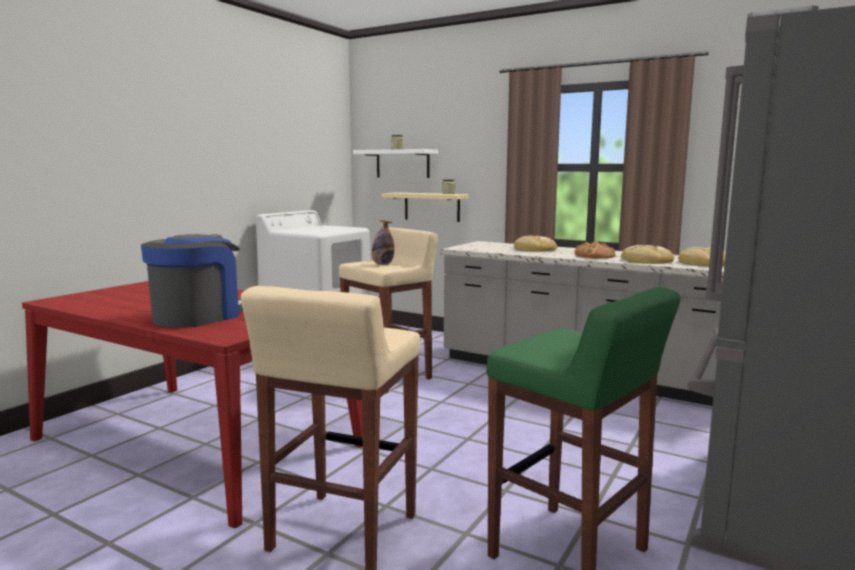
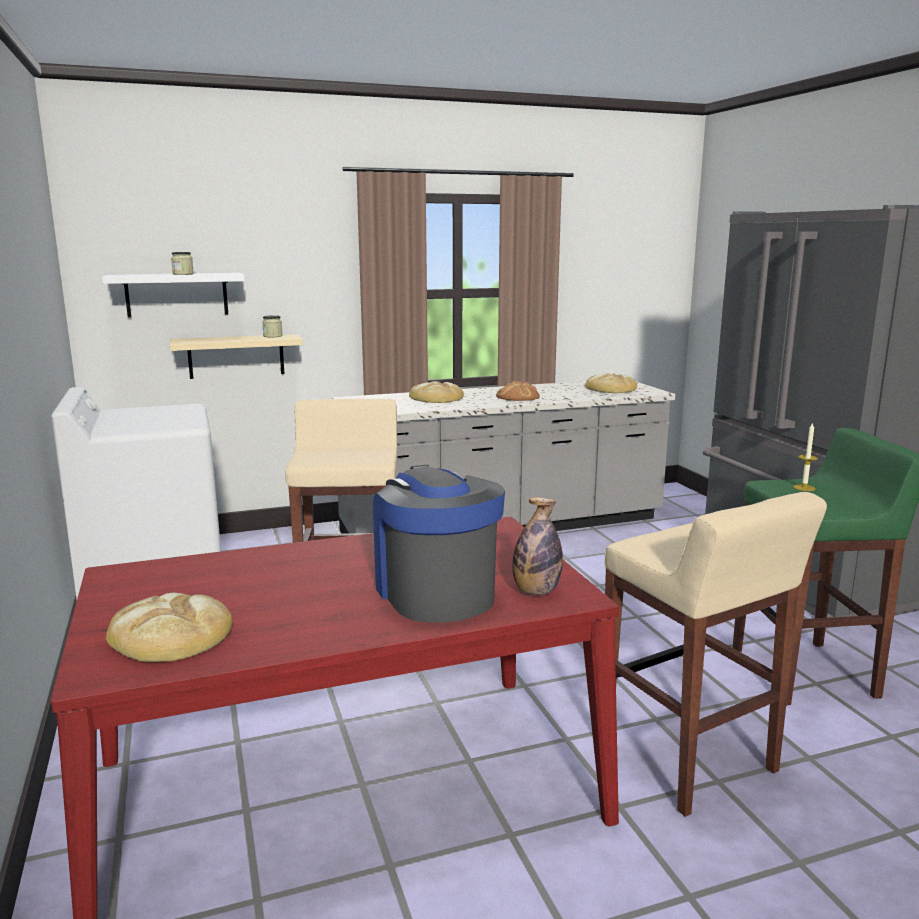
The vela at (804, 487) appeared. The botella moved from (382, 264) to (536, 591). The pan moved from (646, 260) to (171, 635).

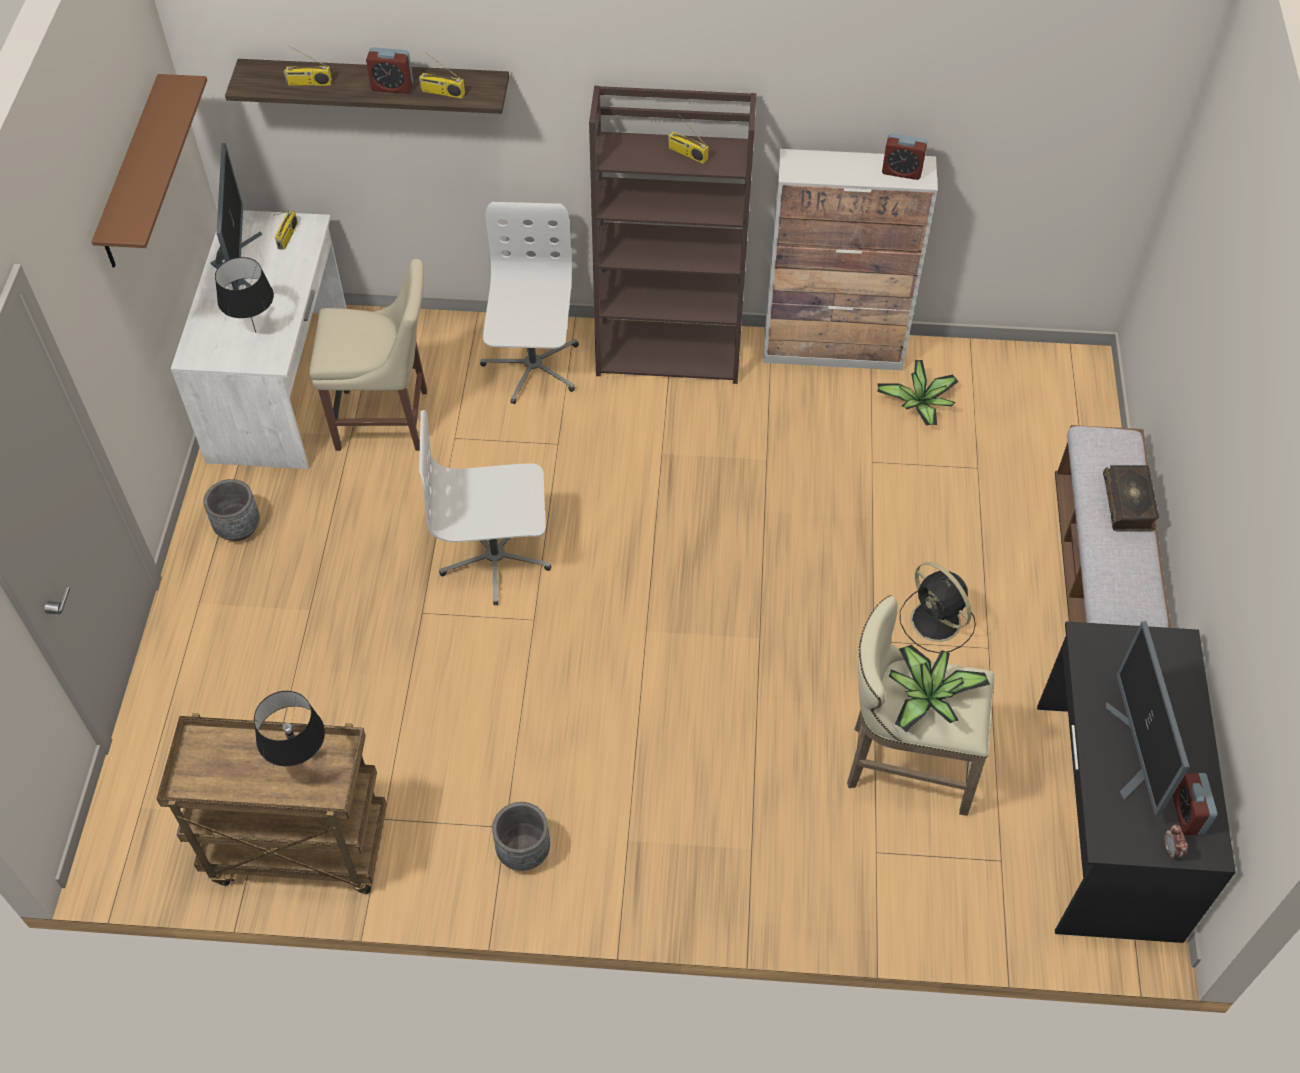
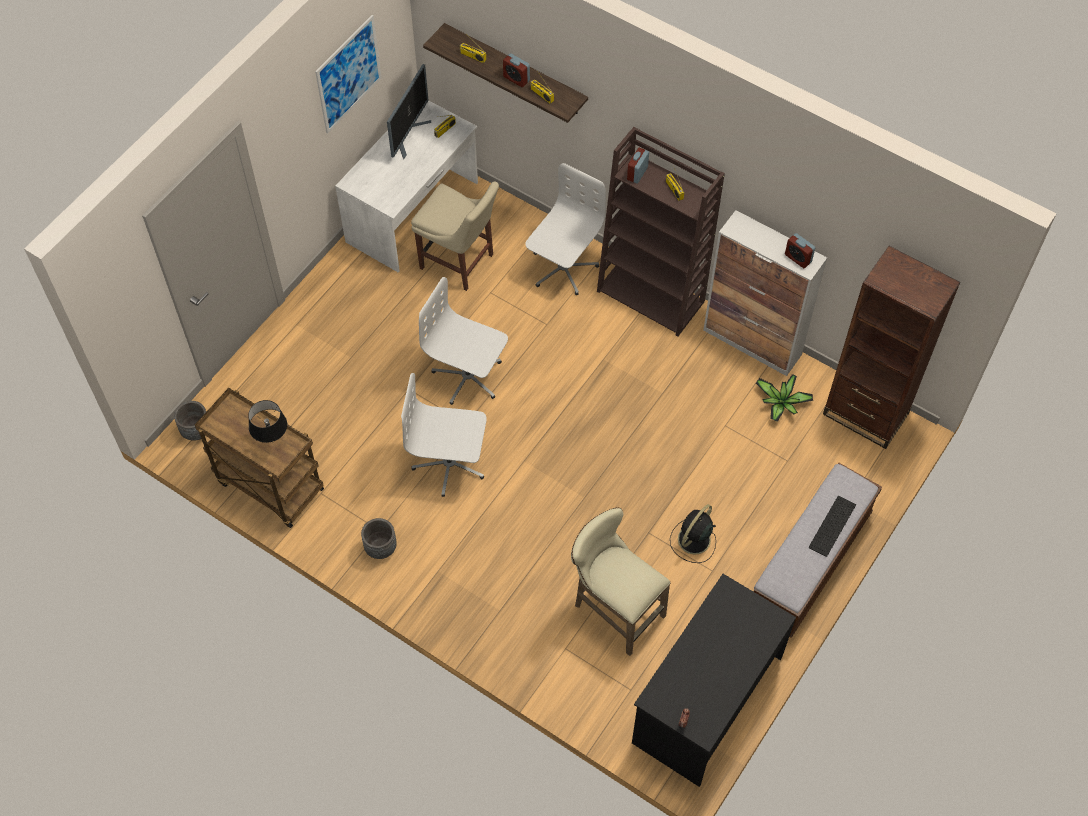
The lámpara de mesa [negro] at (255, 332) disappeared. The planta en maceta at (928, 697) disappeared. The monitor at (1137, 753) disappeared. The silla de oficina [blanco] at (449, 464) appeared. The estantería [marrón] at (865, 414) appeared. The maceta [gris] moved from (238, 527) to (196, 430). The despertador moved from (1187, 814) to (637, 173). The estante [marrón] at (133, 174) was replaced by the cuadro at (348, 74). The libro at (1129, 504) was replaced by the teclado at (833, 527). The ventilador [negro] at (937, 622) turned 45 degrees clockwise.

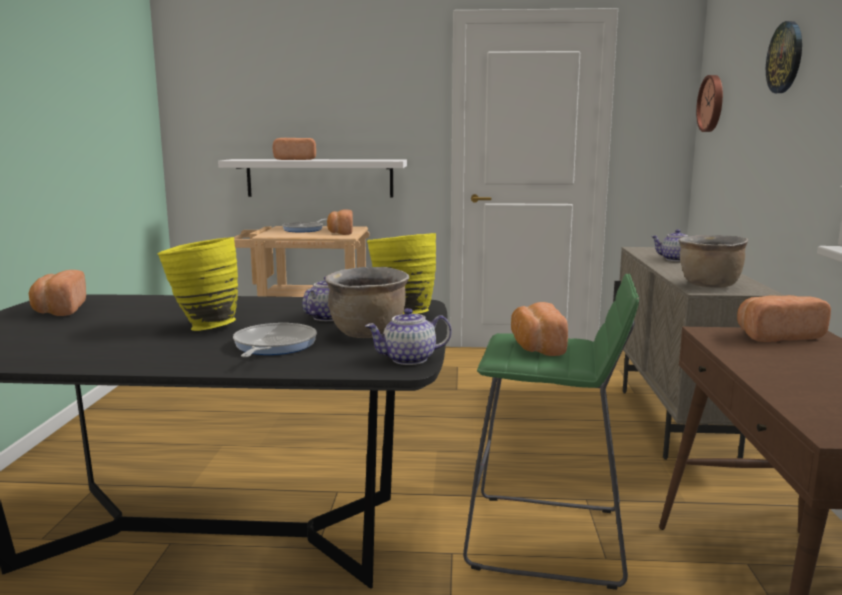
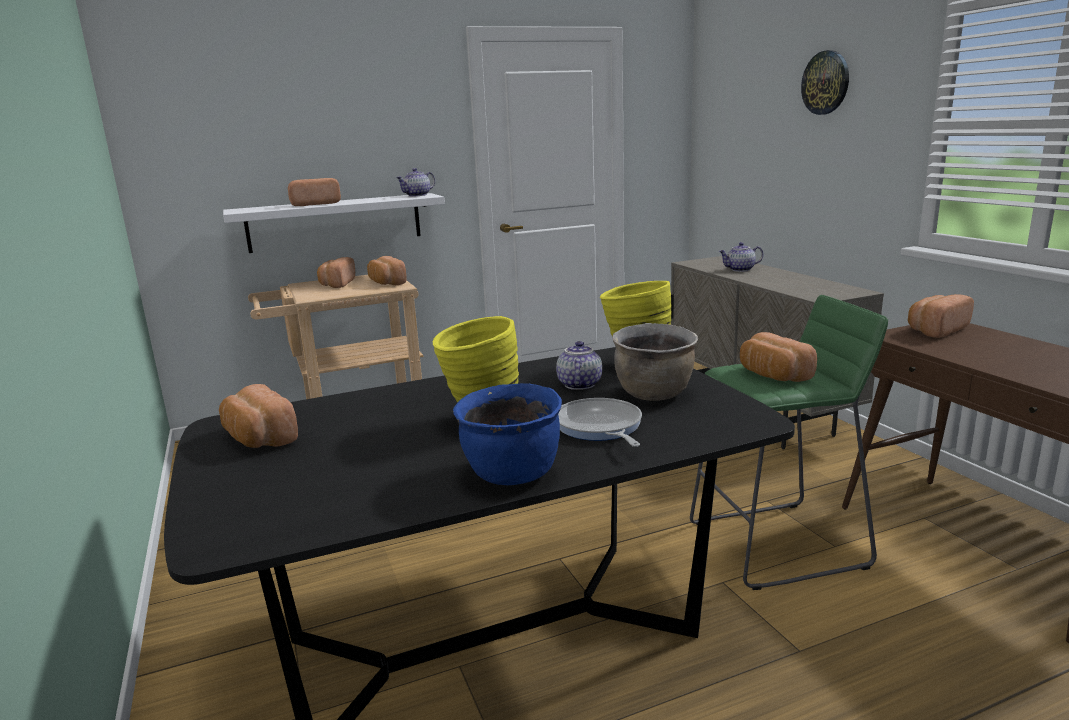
The olla [marrón] at (709, 285) disappeared. The reloj de pared at (712, 103) disappeared. The olla [azul] at (512, 474) appeared. The tetera moved from (408, 359) to (417, 195). The sartén at (305, 229) was replaced by the pan at (336, 284).

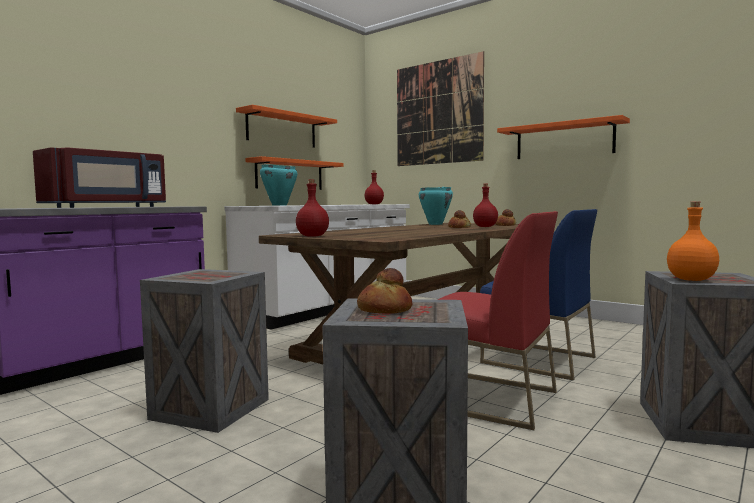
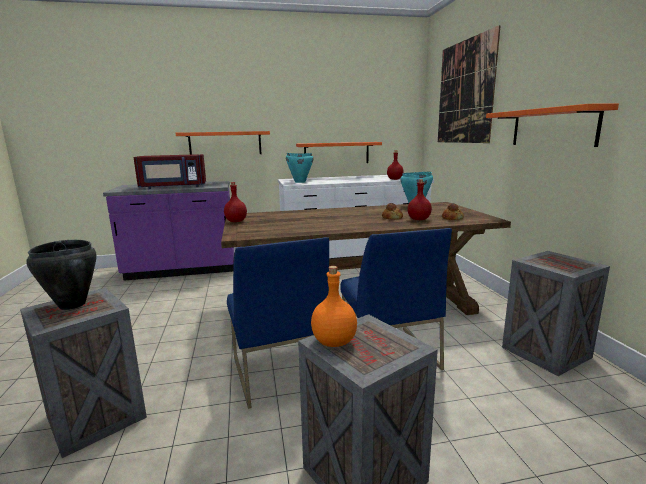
The caja de embalaje moved from (210, 408) to (545, 351). The estante [naranja] moved from (282, 129) to (225, 143). The pan at (383, 310) was replaced by the olla [negro] at (72, 305). The silla [rojo] at (487, 399) became the silla [azul] at (279, 371).

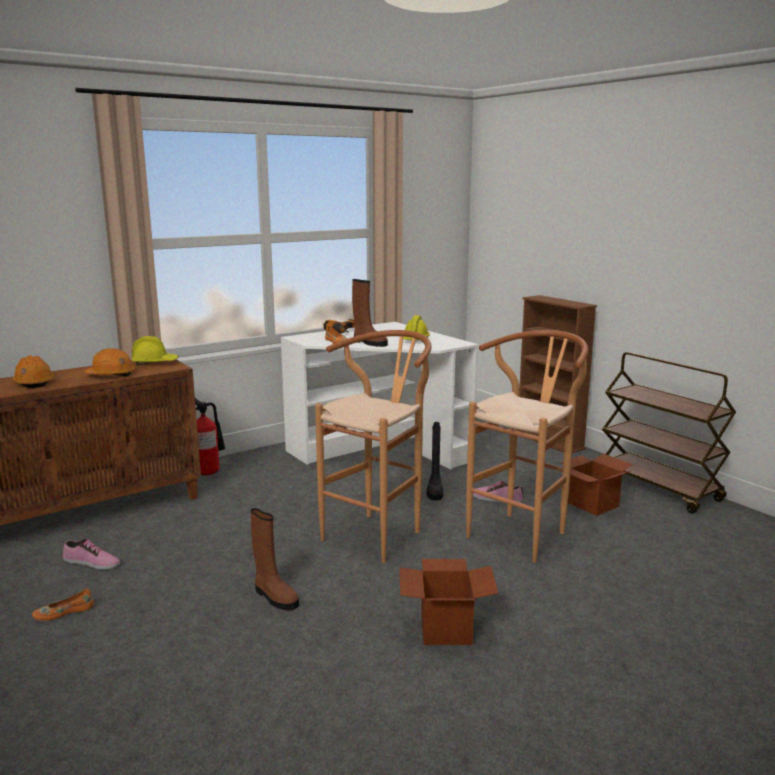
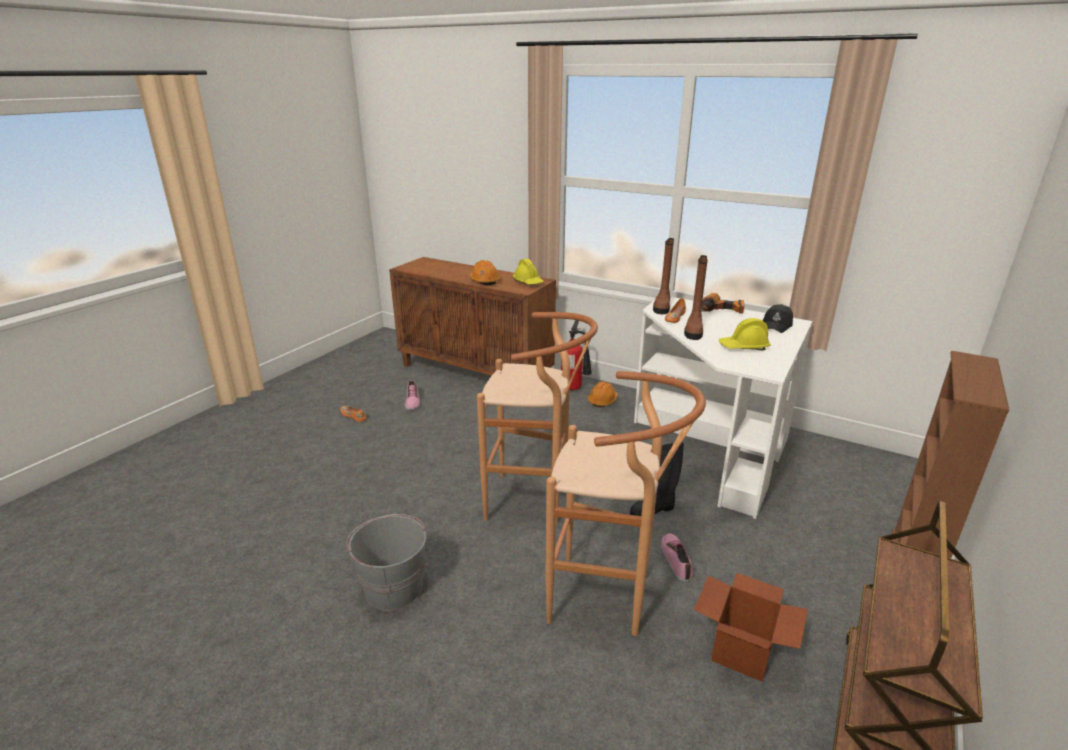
The gorra [negro] at (777, 325) appeared. The casco [naranja] moved from (34, 383) to (602, 401). The bota [marrón] moved from (274, 597) to (662, 306). The caja de cartón at (446, 629) was replaced by the cubo [gris] at (393, 587).

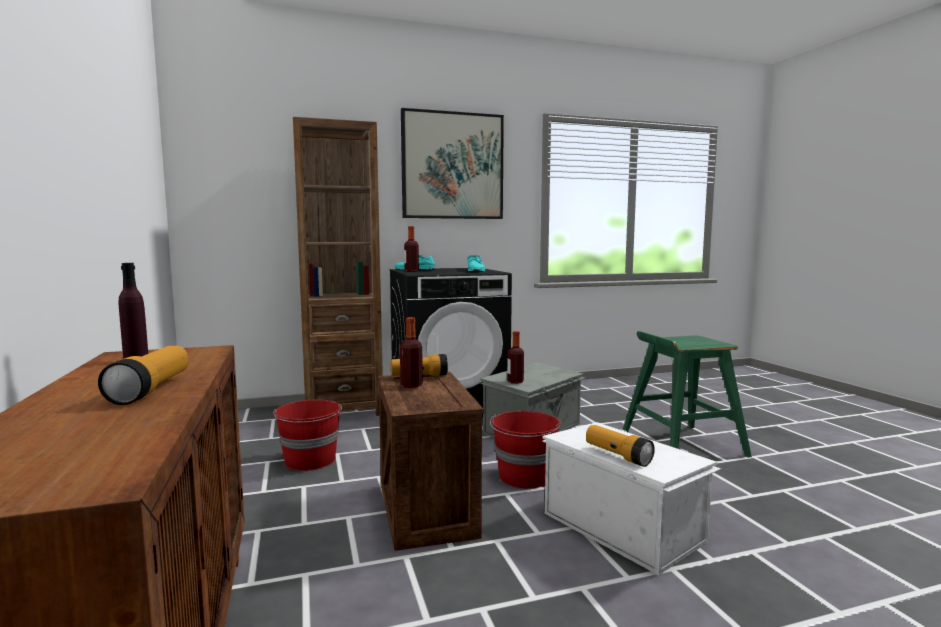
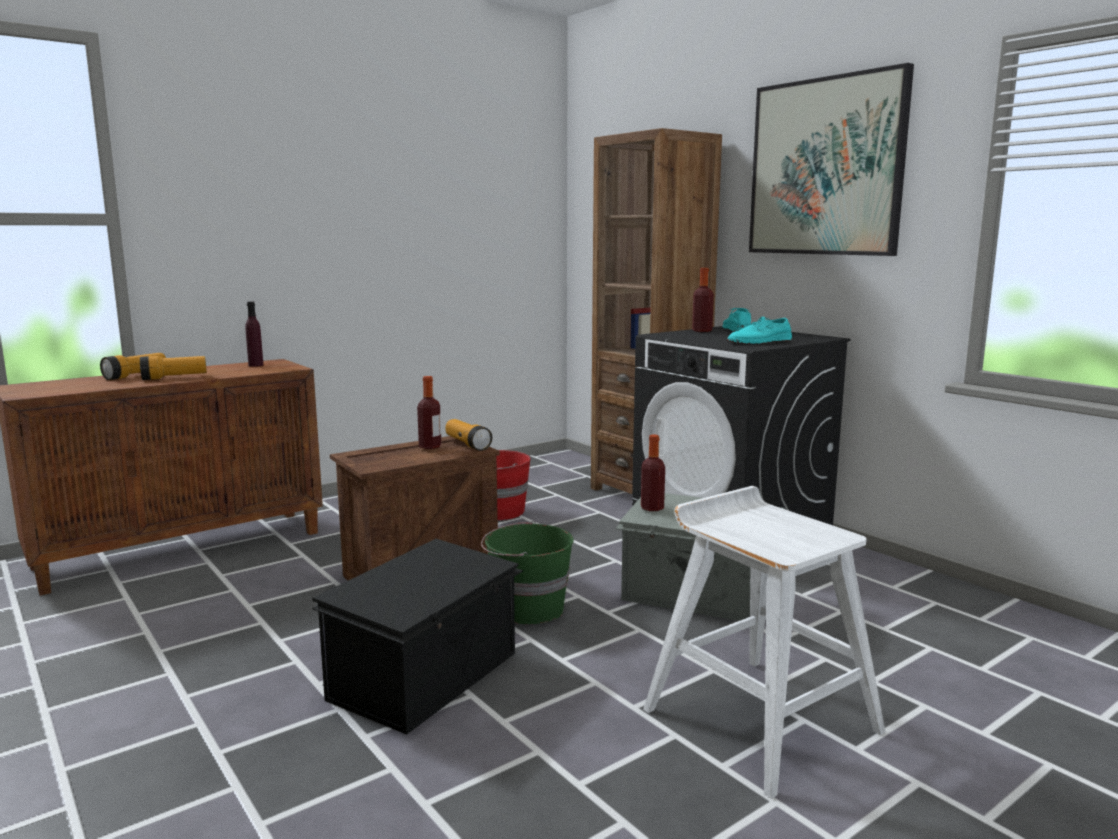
The linterna moved from (617, 455) to (136, 376). The cubo [rojo] at (525, 477) became the cubo [verde] at (528, 609). The caja de almacenaje [blanco] at (622, 526) became the caja de almacenaje [negro] at (427, 676). The taburete [verde] at (681, 445) became the taburete [blanco] at (759, 719).

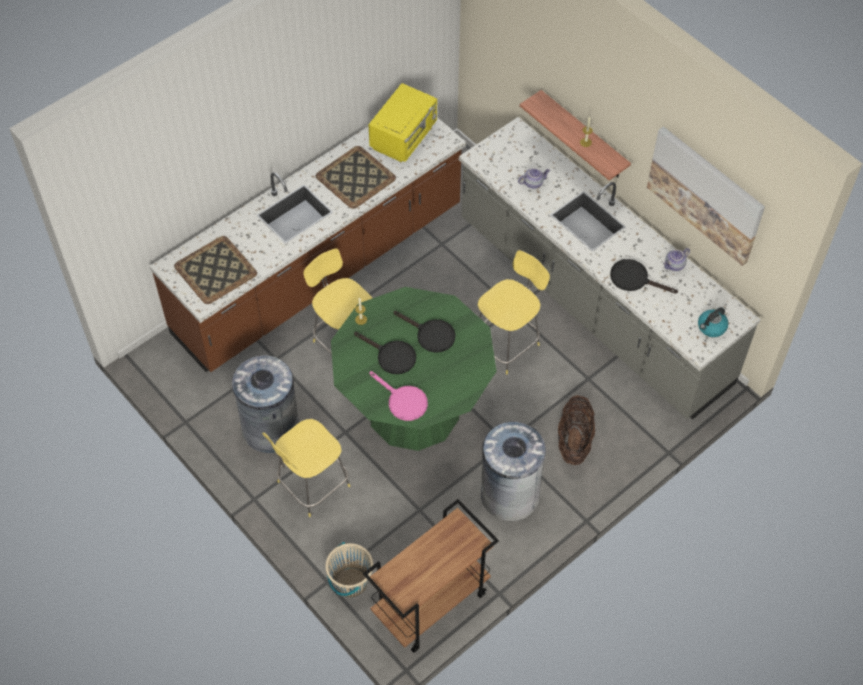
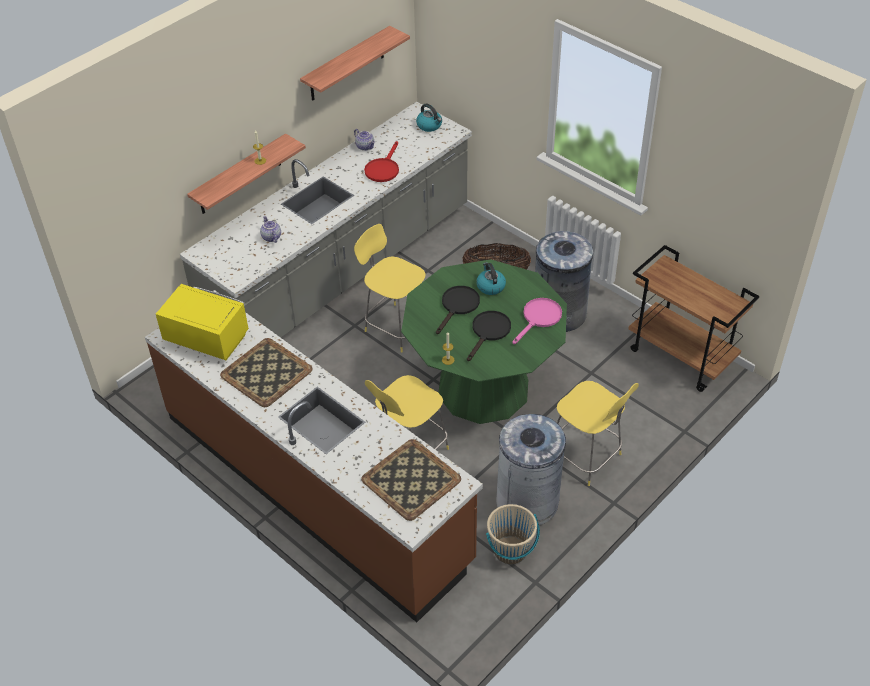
The hervidor at (490, 286) appeared. The cubo [beis] moved from (350, 583) to (510, 550). The cuadro at (705, 194) was replaced by the estante at (347, 64). The sartén [negro] at (634, 279) became the sartén [rojo] at (383, 169).

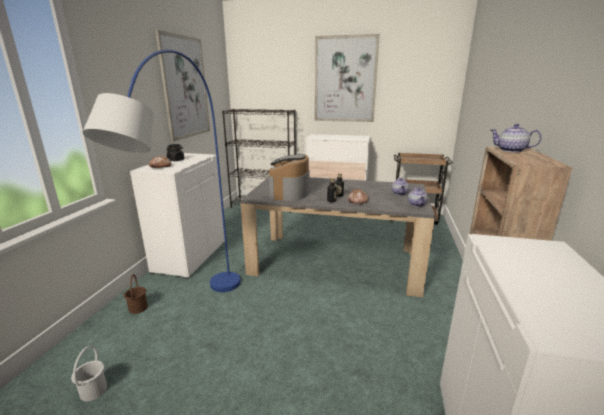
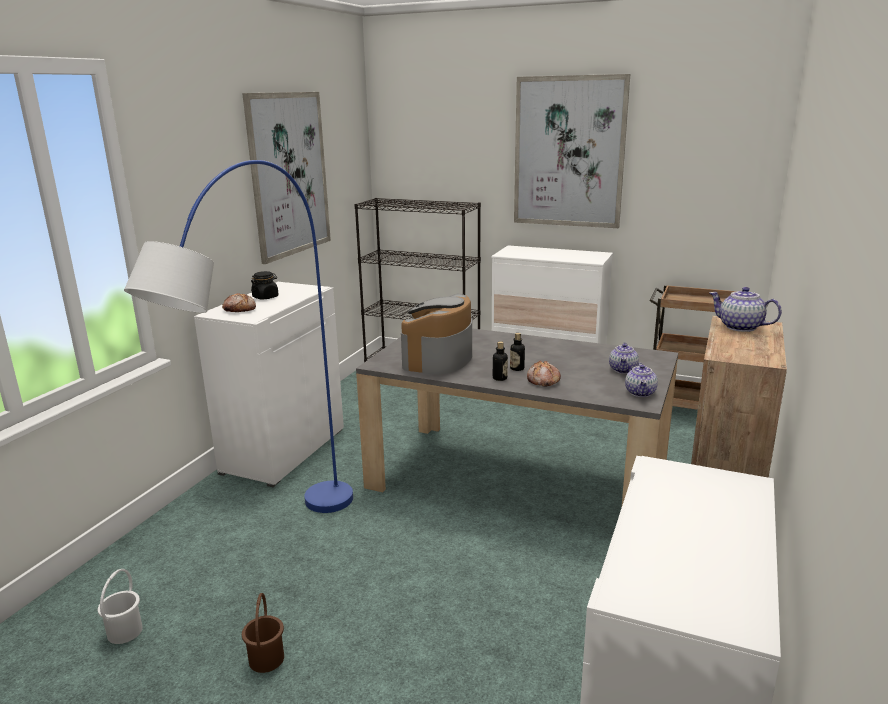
The cubo [marrón] moved from (138, 308) to (266, 659).

